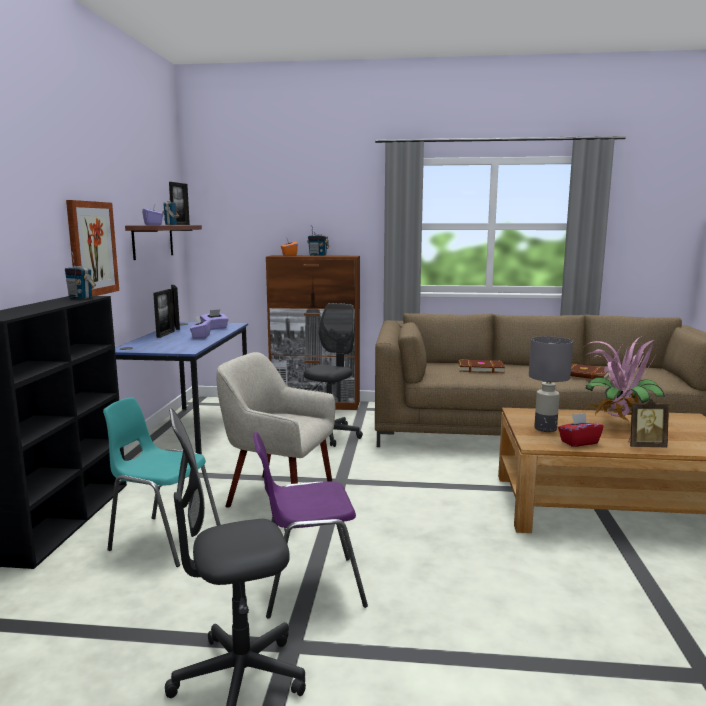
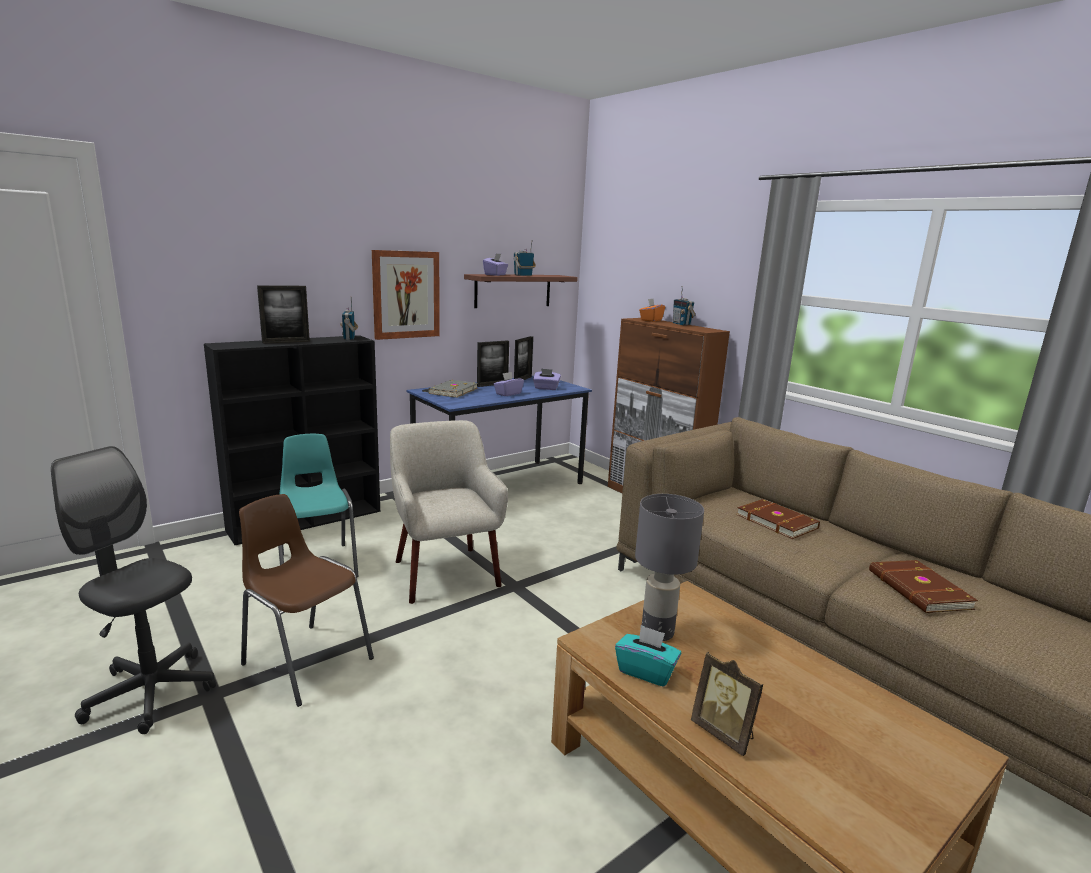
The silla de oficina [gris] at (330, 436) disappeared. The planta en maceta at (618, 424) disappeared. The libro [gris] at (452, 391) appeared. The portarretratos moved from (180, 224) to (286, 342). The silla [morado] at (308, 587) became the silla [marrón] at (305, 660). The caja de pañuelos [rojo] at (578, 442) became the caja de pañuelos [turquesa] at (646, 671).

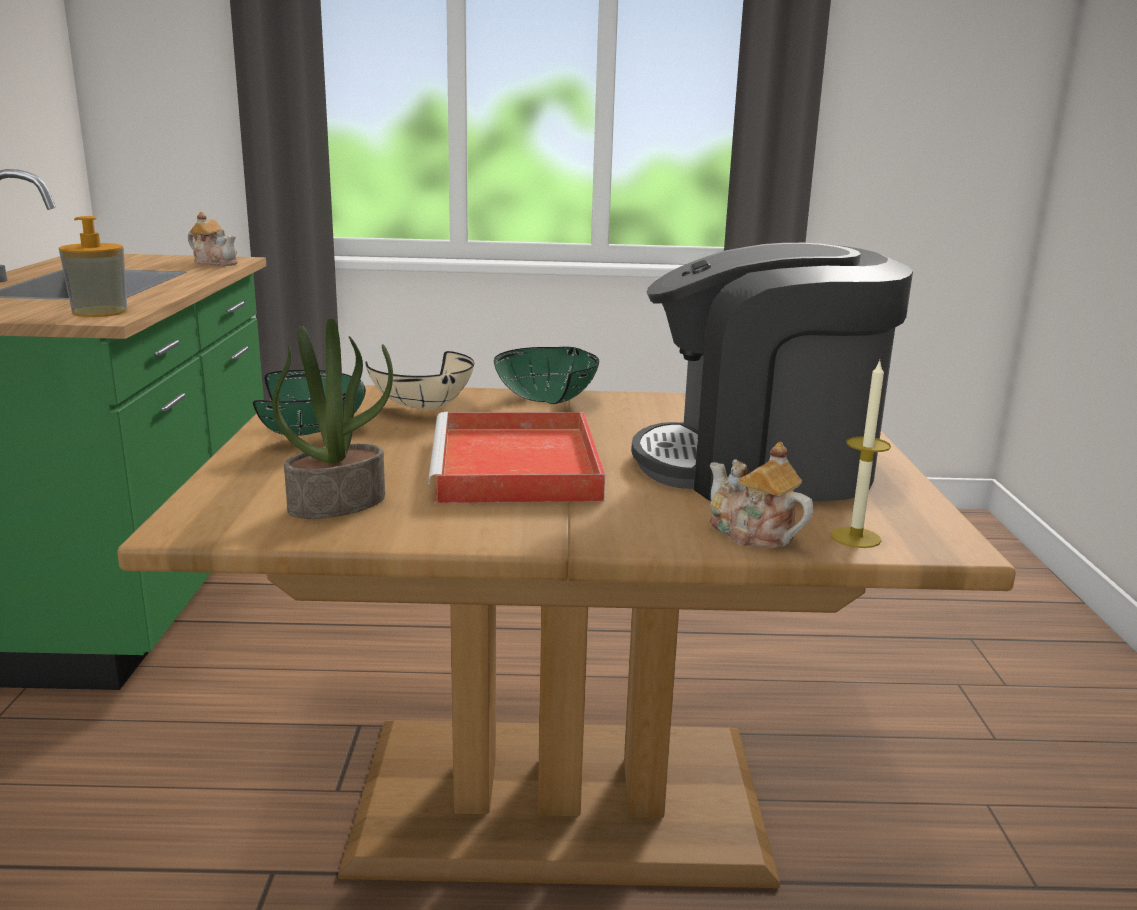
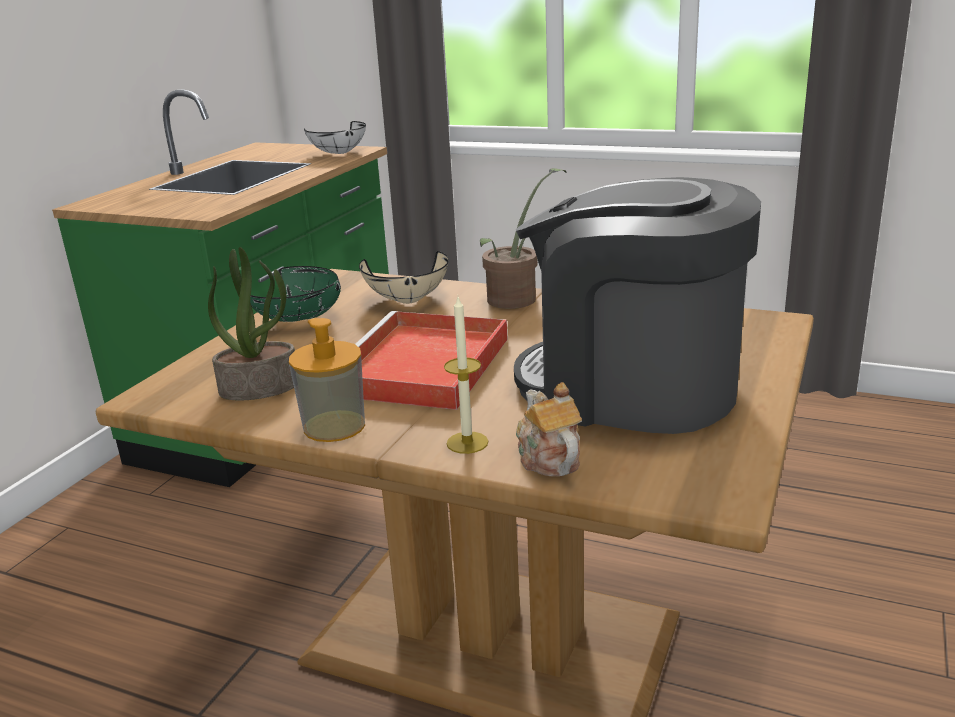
The dispensador de jabón moved from (100, 312) to (334, 426). The vela moved from (855, 537) to (467, 442). The tetera at (215, 263) was replaced by the cuenco [blanco] at (341, 154). The cuenco [verde] at (551, 399) was replaced by the planta en maceta at (518, 298).

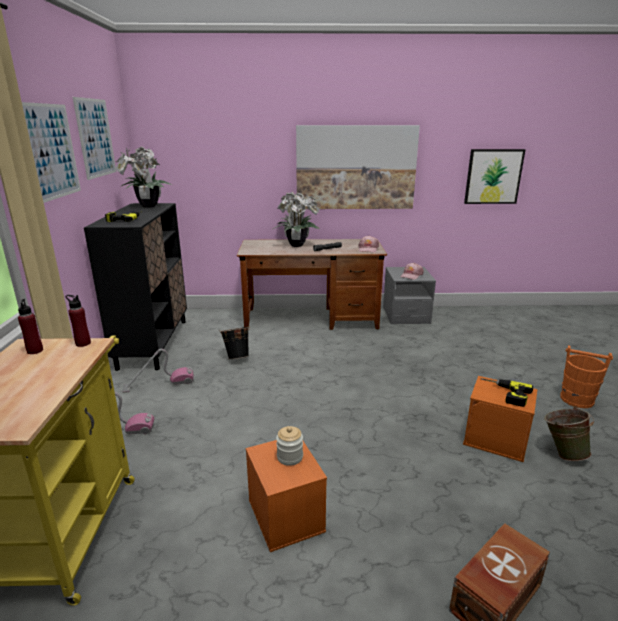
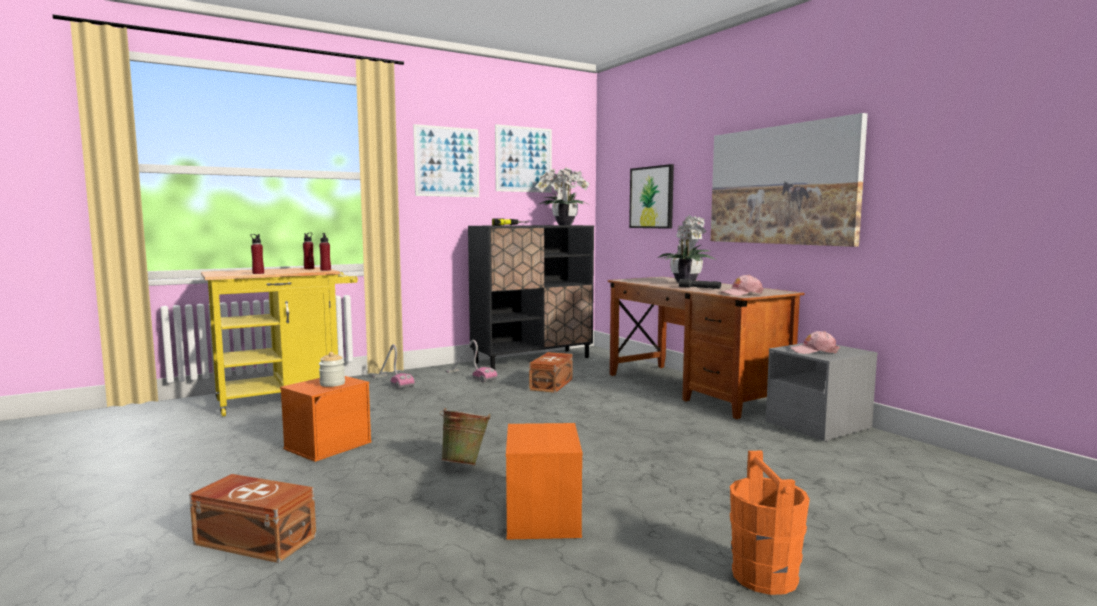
The taladro at (504, 394) disappeared. The botella [rojo] at (258, 273) appeared. The cuadro moved from (493, 176) to (652, 197). The cubo [verde] moved from (562, 453) to (465, 464). The cubo [negro] at (237, 357) was replaced by the caja de almacenaje [marrón] at (552, 384).

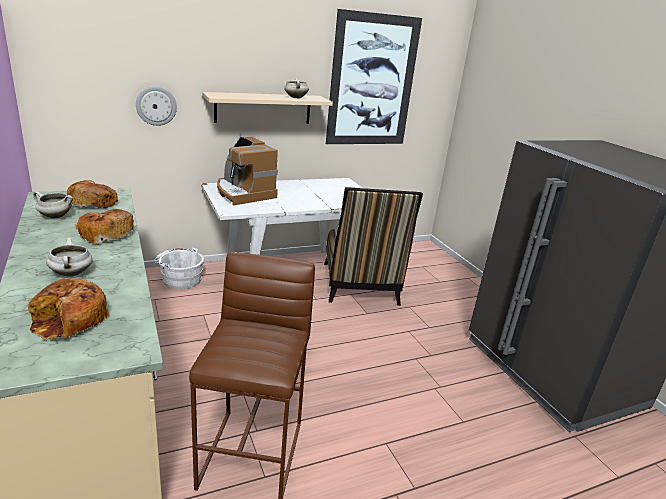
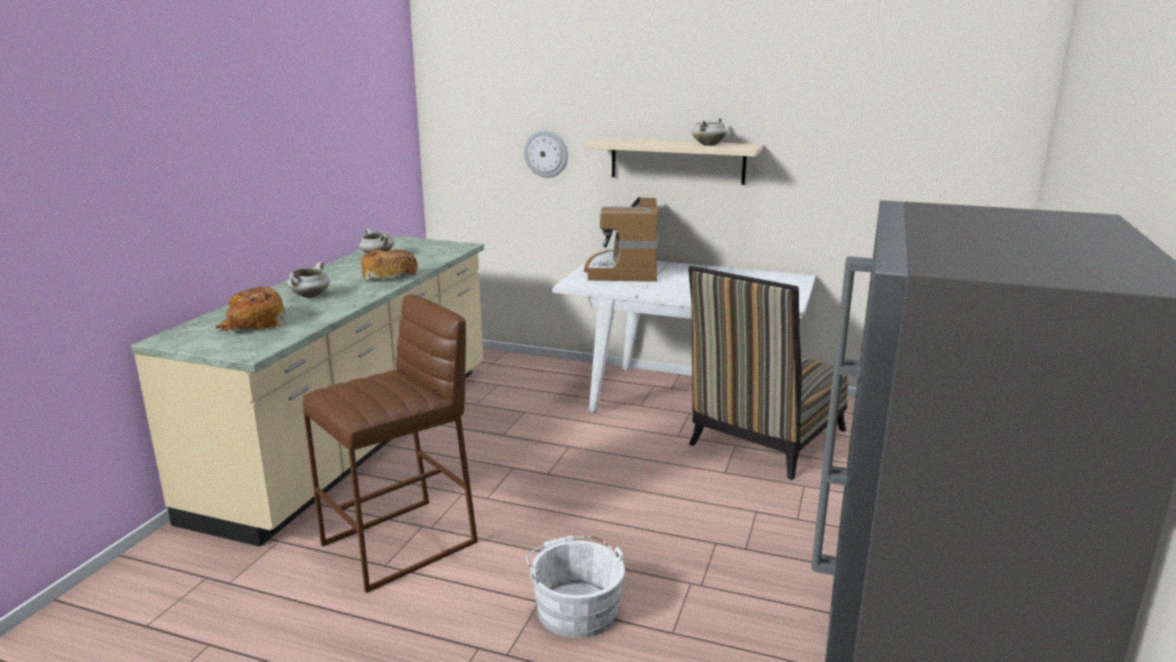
The pan at (93, 202) disappeared. The cuadro at (372, 82) disappeared. The cubo [blanco] moved from (180, 279) to (575, 607).

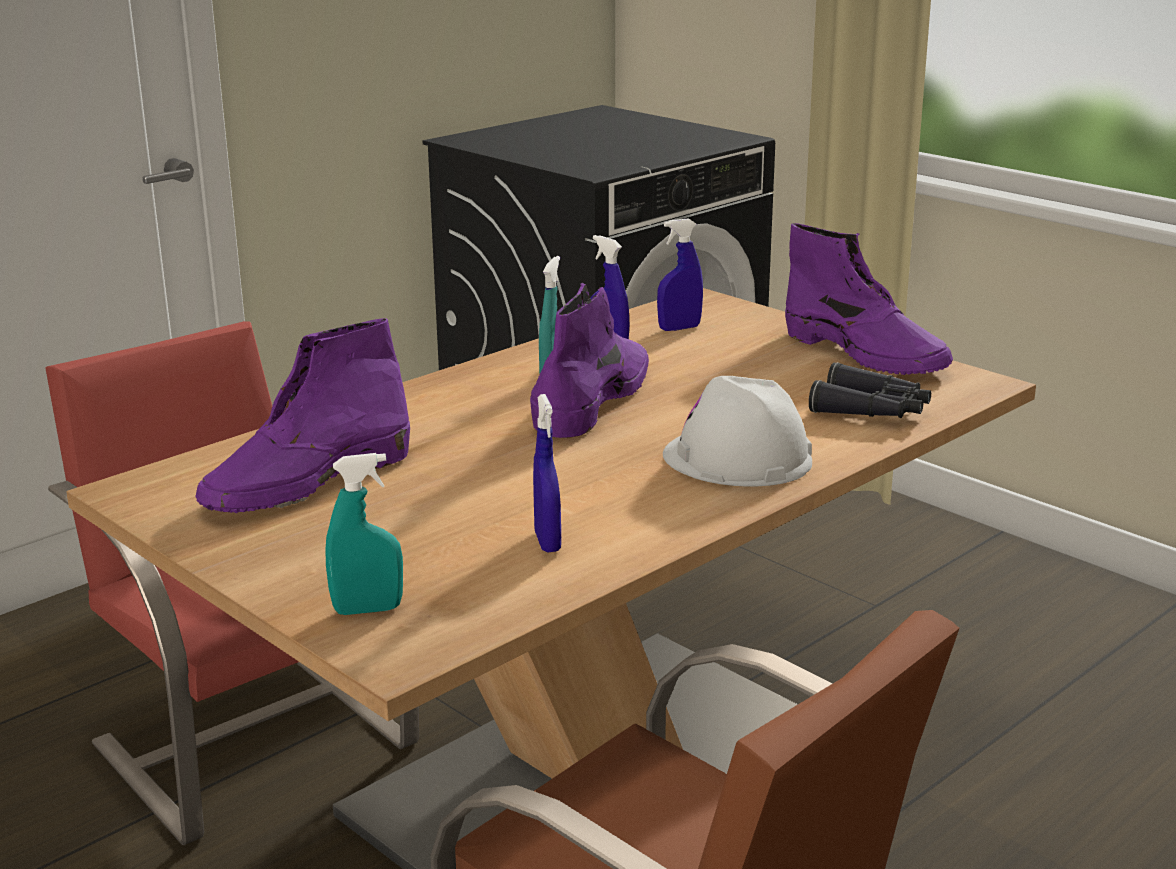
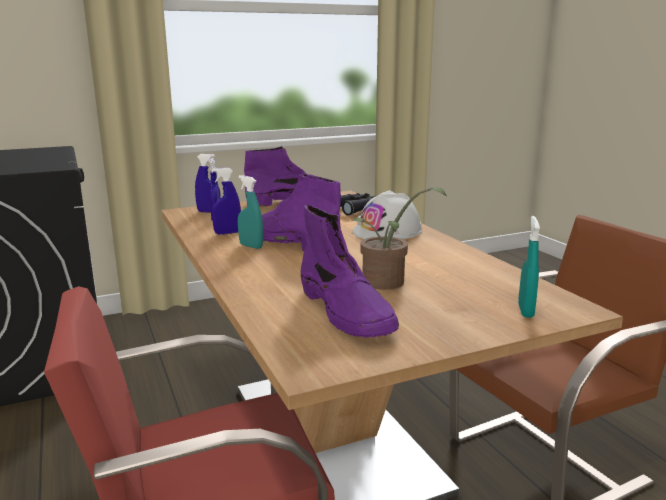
The planta en maceta at (387, 283) appeared. The pulverizador [azul] moved from (547, 542) to (209, 212).

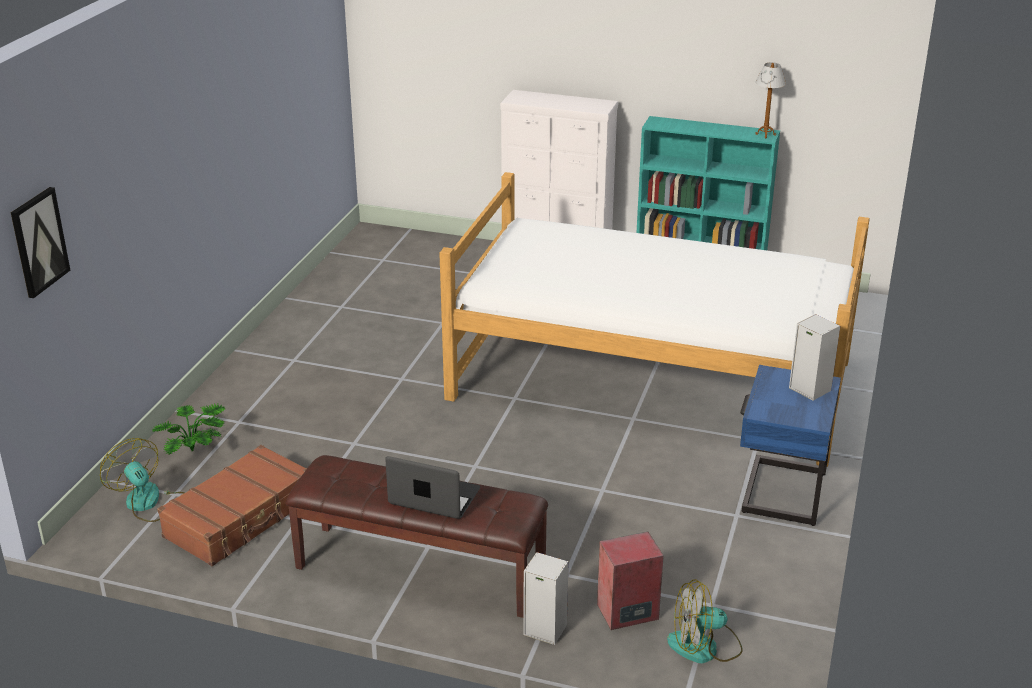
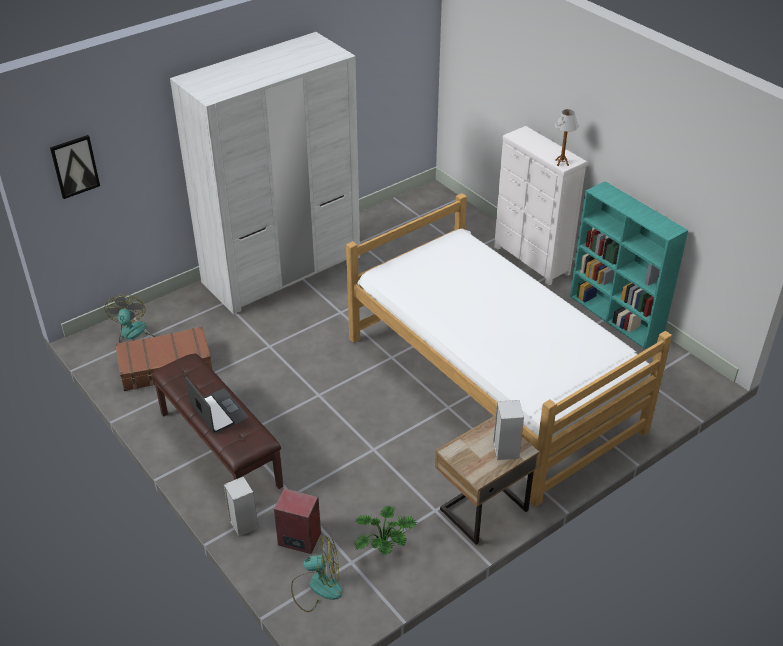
The armario ropero [blanco] at (282, 270) appeared. The planta en maceta moved from (196, 452) to (384, 546). The lámpara de mesa moved from (765, 135) to (562, 163). The mesita de noche [azul] at (780, 492) became the mesita de noche [beis] at (481, 509). The ventilador at (704, 646) turned 150 degrees clockwise.

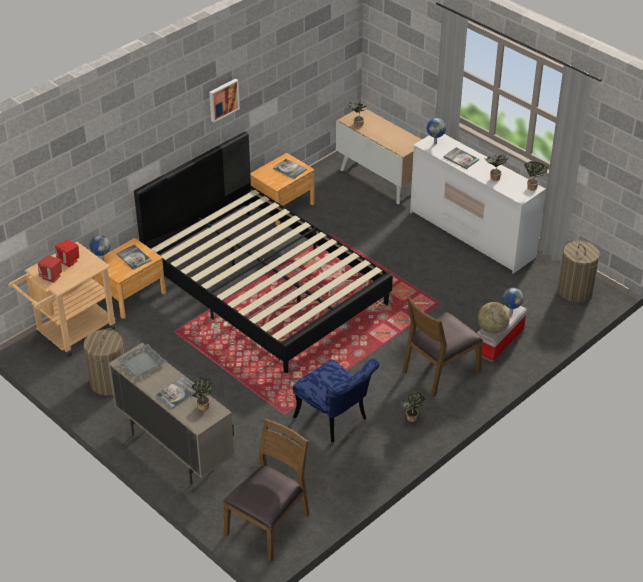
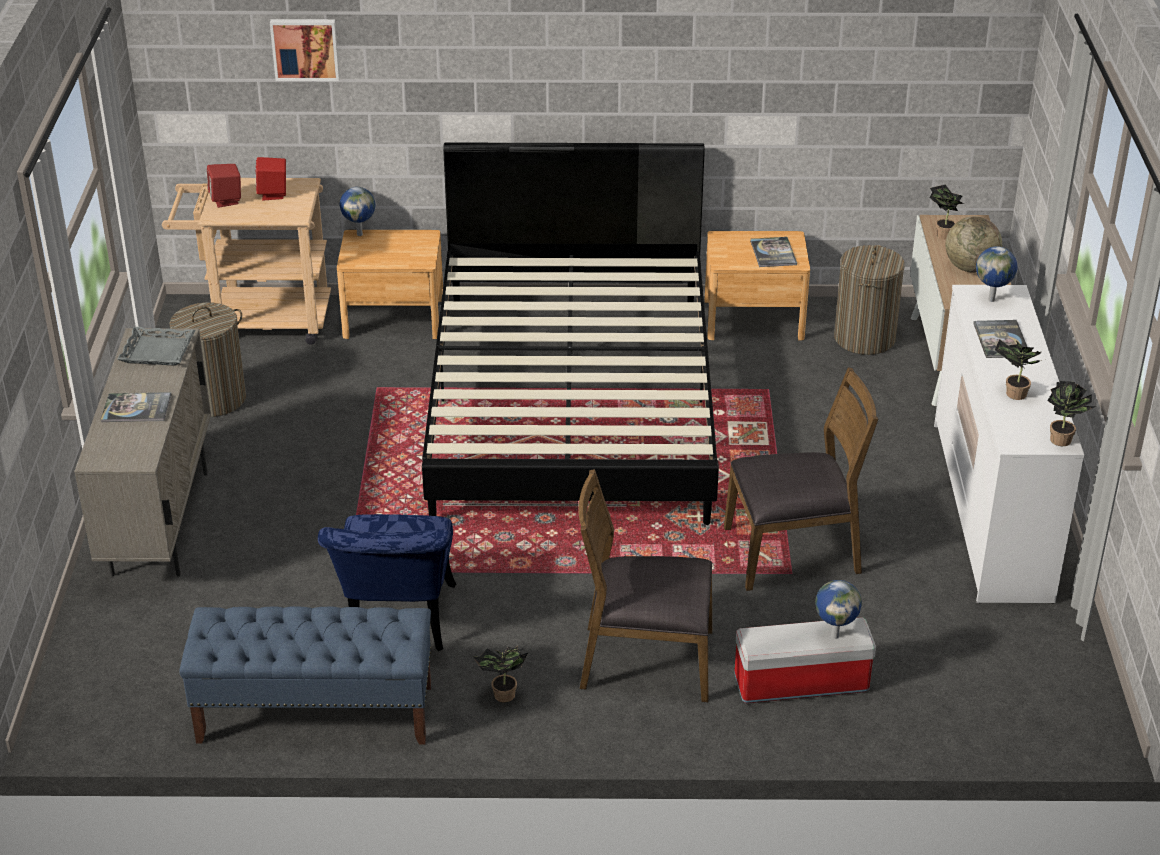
The libro at (134, 257) disappeared. The planta en maceta at (204, 407) disappeared. The banco [azul] at (314, 714) appeared. The cuadro moved from (223, 99) to (305, 48). The silla [marrón] moved from (269, 524) to (793, 552). The globo terráqueo moved from (492, 329) to (970, 268). The cesto de la ropa moved from (575, 291) to (864, 338).

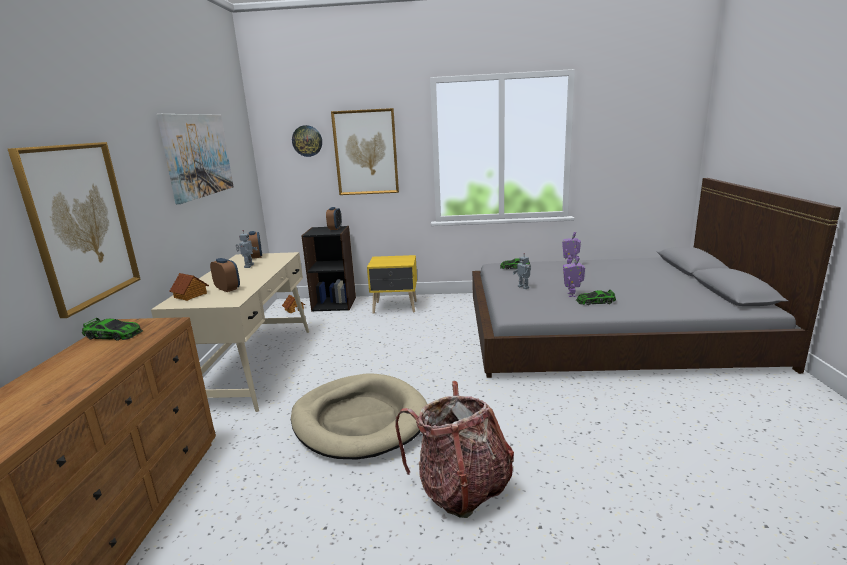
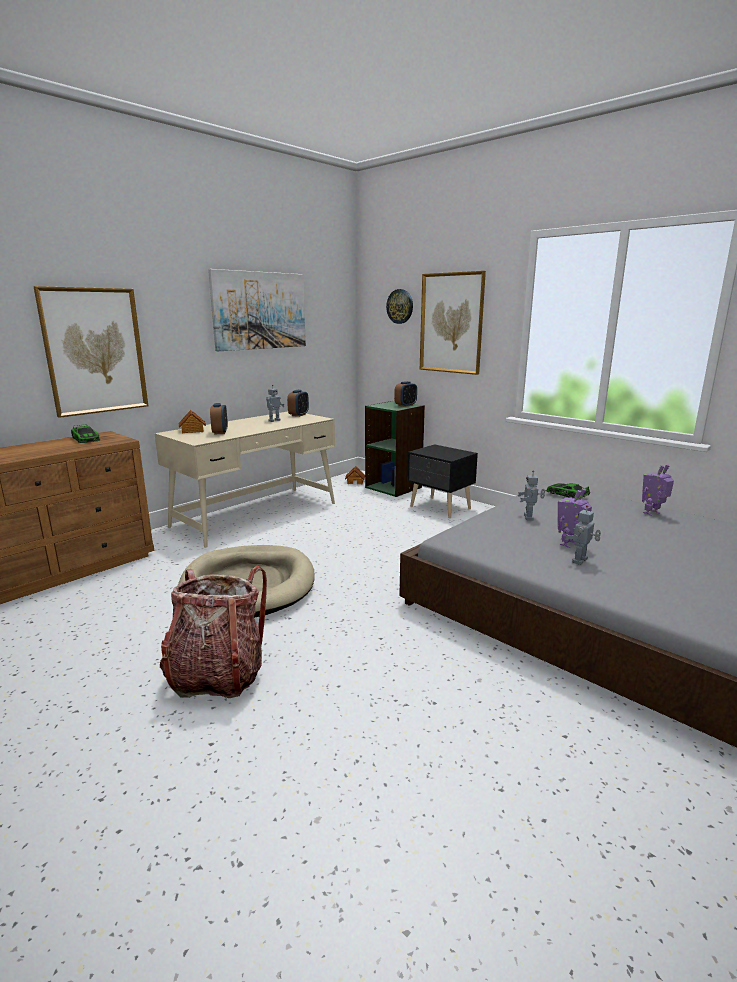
The coche de juguete at (595, 301) was replaced by the robot de juguete at (581, 561). The estantería [negro] at (334, 303) became the estantería [verde] at (394, 487). The mesita de noche [amarillo] at (395, 307) became the mesita de noche [negro] at (440, 508).

